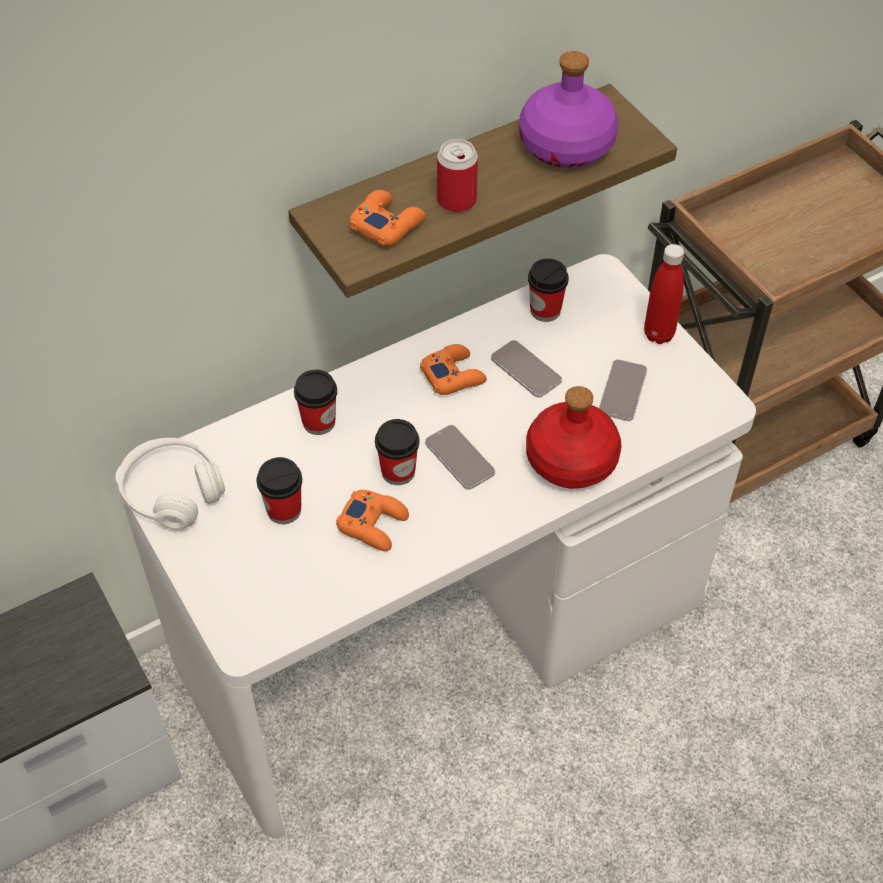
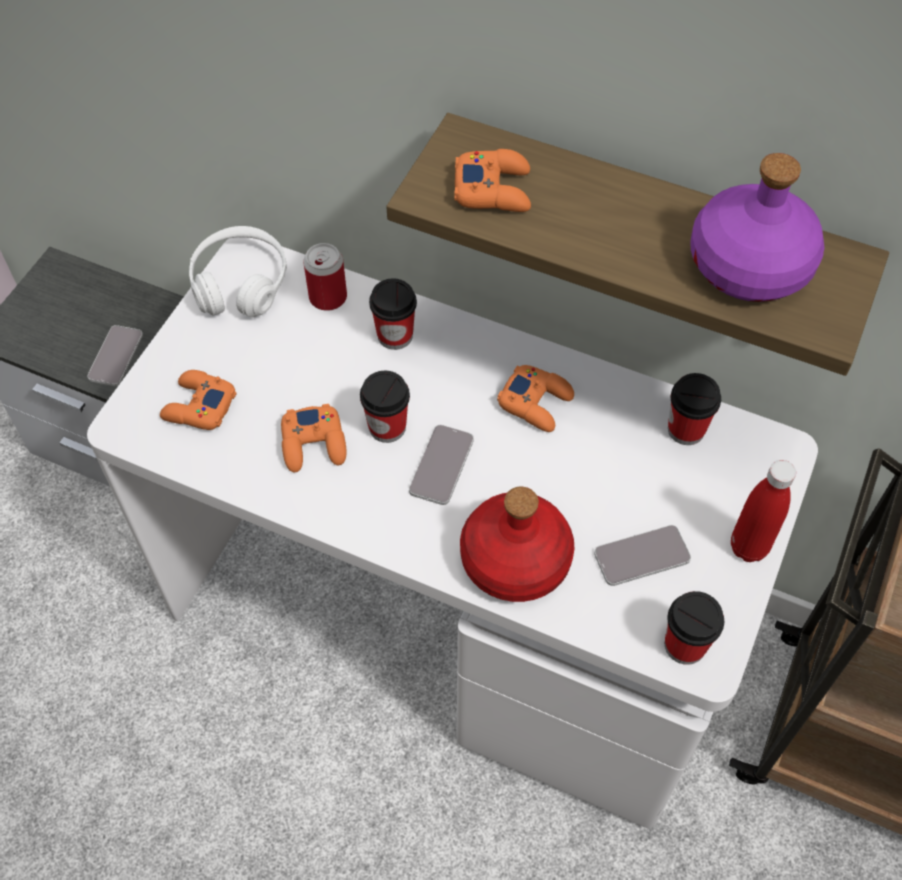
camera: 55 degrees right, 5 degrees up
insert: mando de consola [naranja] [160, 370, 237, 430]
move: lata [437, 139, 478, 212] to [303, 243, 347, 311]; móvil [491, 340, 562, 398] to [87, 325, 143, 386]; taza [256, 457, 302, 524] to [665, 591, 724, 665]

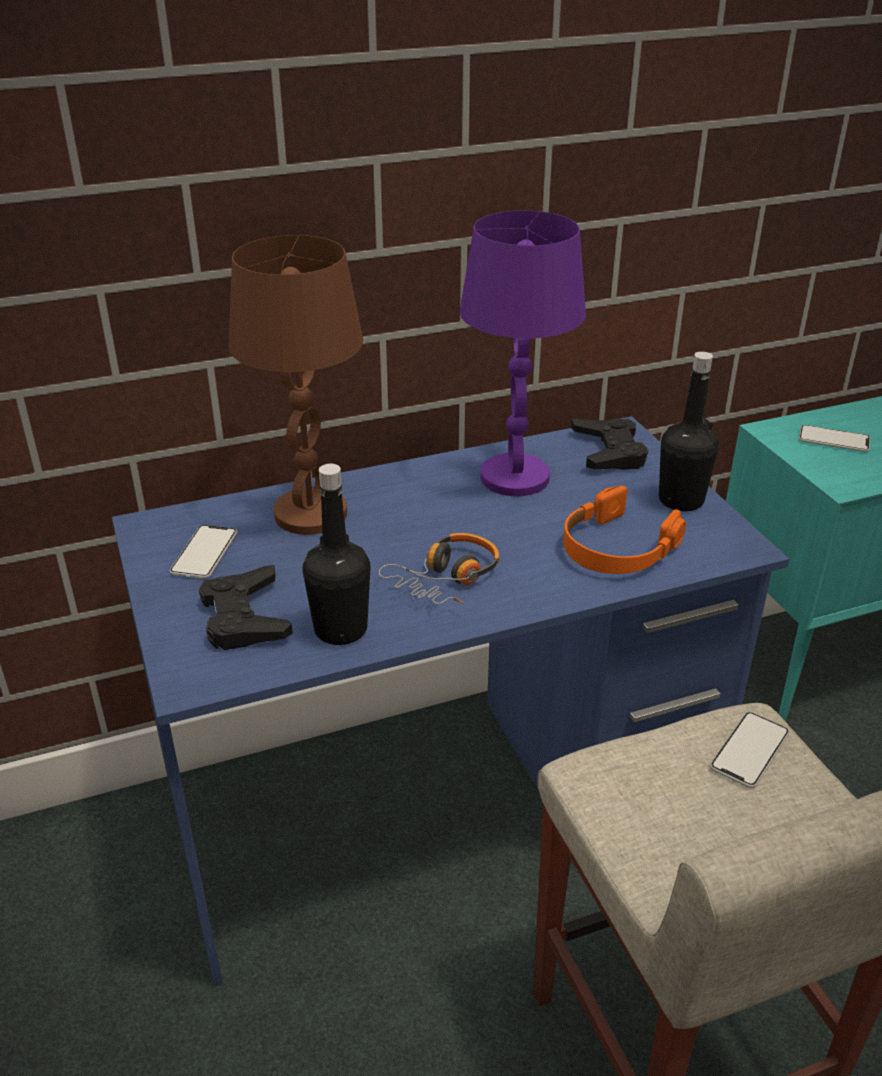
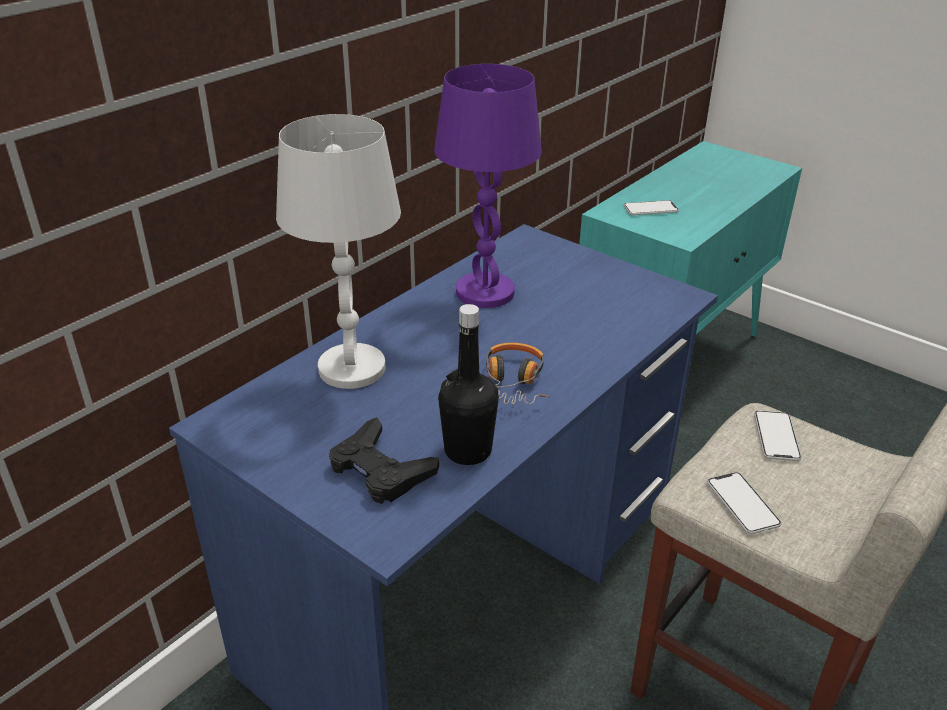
camera: 30 degrees left, 0 degrees up
delete: botella [negro] [659, 352, 719, 512]; mando de consola [negro] [571, 419, 648, 470]; auriculares [naranja] [563, 486, 686, 574]
move: móvil [170, 525, 237, 579] to [707, 472, 782, 534]
recolor: lámpara de mesa [marrón] [229, 235, 363, 535] to lámpara de mesa [blanco] [276, 114, 401, 389]

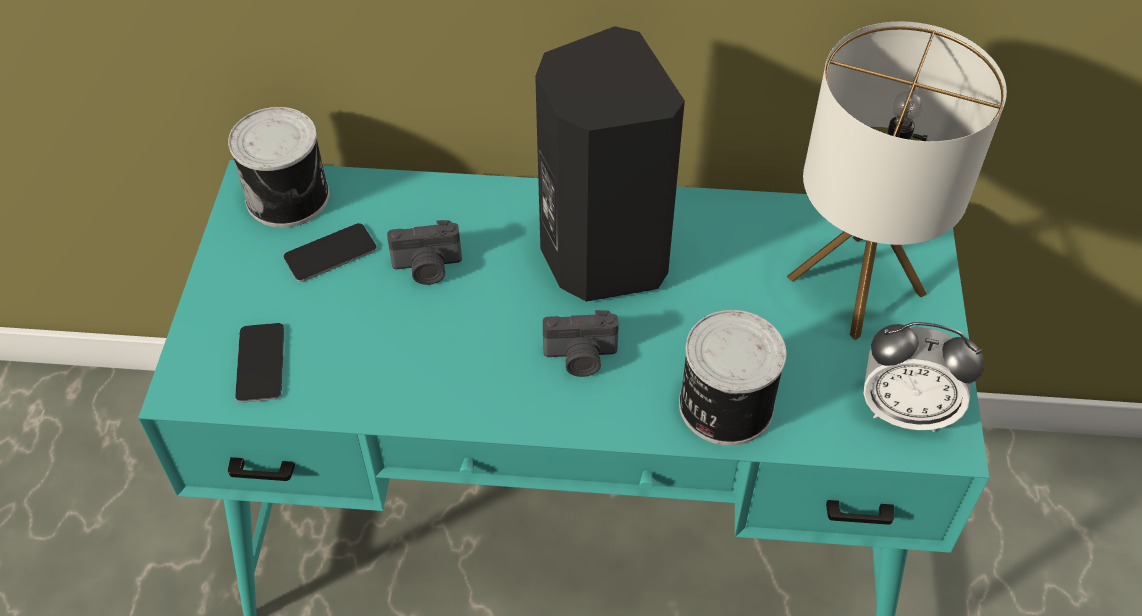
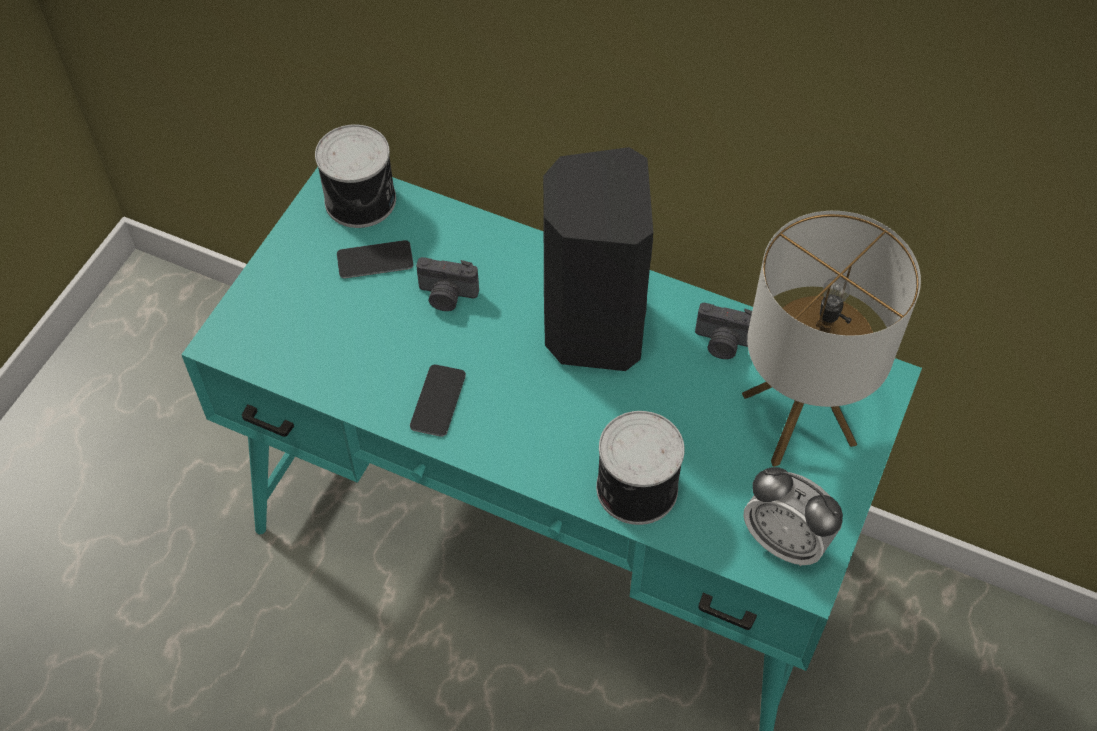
camera: 20 degrees right, 5 degrees up
move: cámara [543, 310, 619, 377] to [695, 303, 752, 359]; móvil [235, 323, 284, 403] to [410, 364, 466, 437]

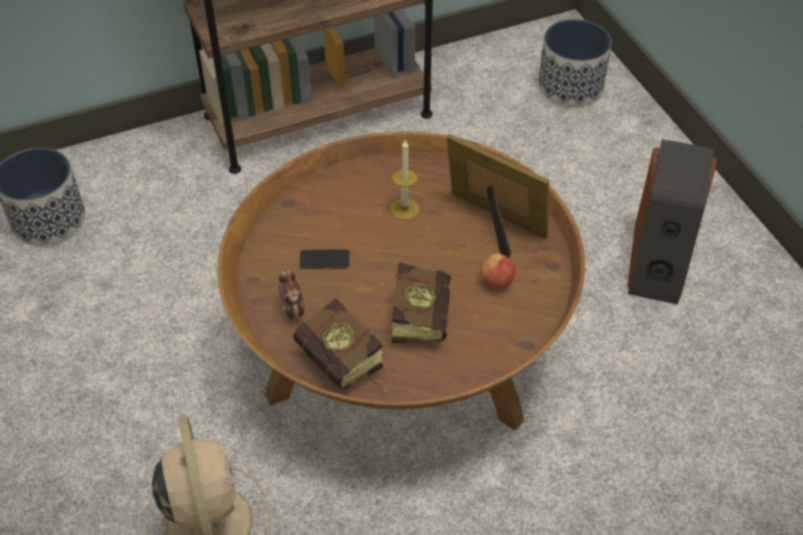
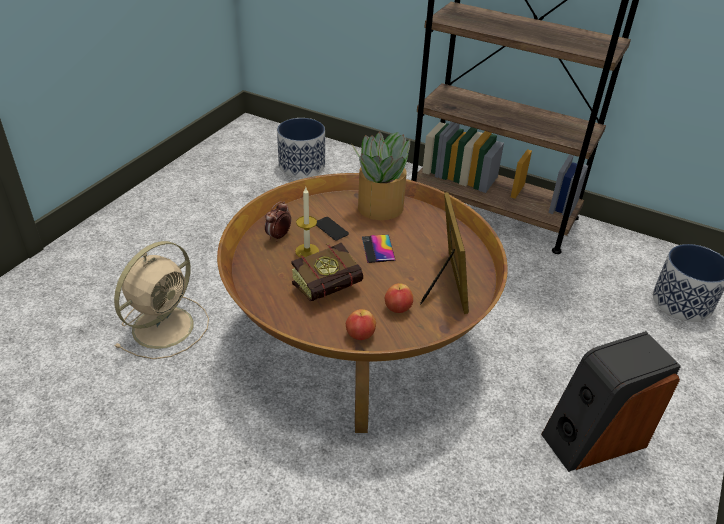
camera: 50 degrees right, 10 degrees down
delete: libro [293, 298, 387, 392]
insert: planta en maceta [351, 132, 410, 220]; móvil [362, 235, 395, 263]; manzana [346, 309, 376, 340]
move: vela [391, 140, 419, 220] to [295, 187, 319, 258]

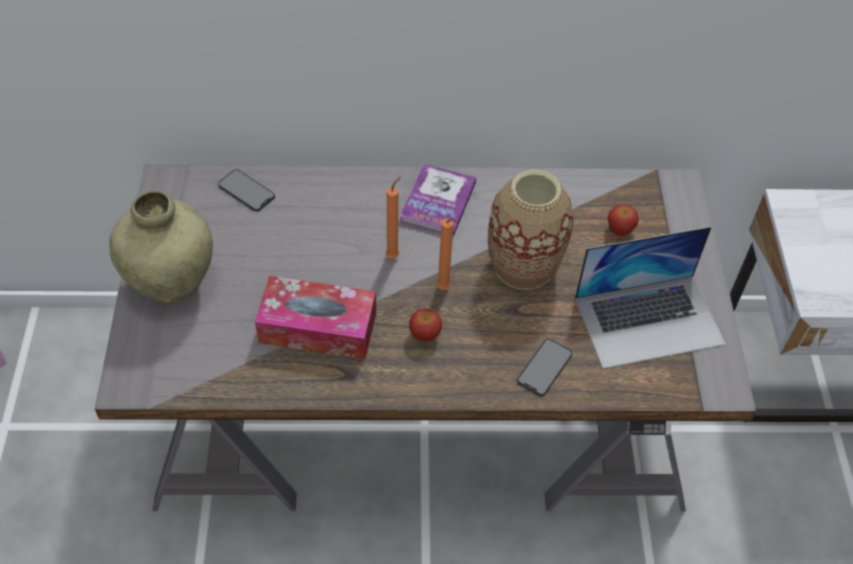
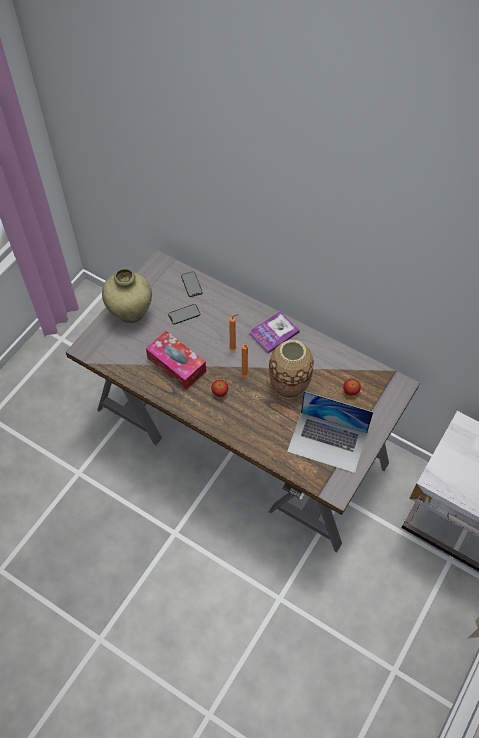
camera: 35 degrees right, 5 degrees up
move: móvil [517, 339, 572, 396] to [168, 304, 200, 325]

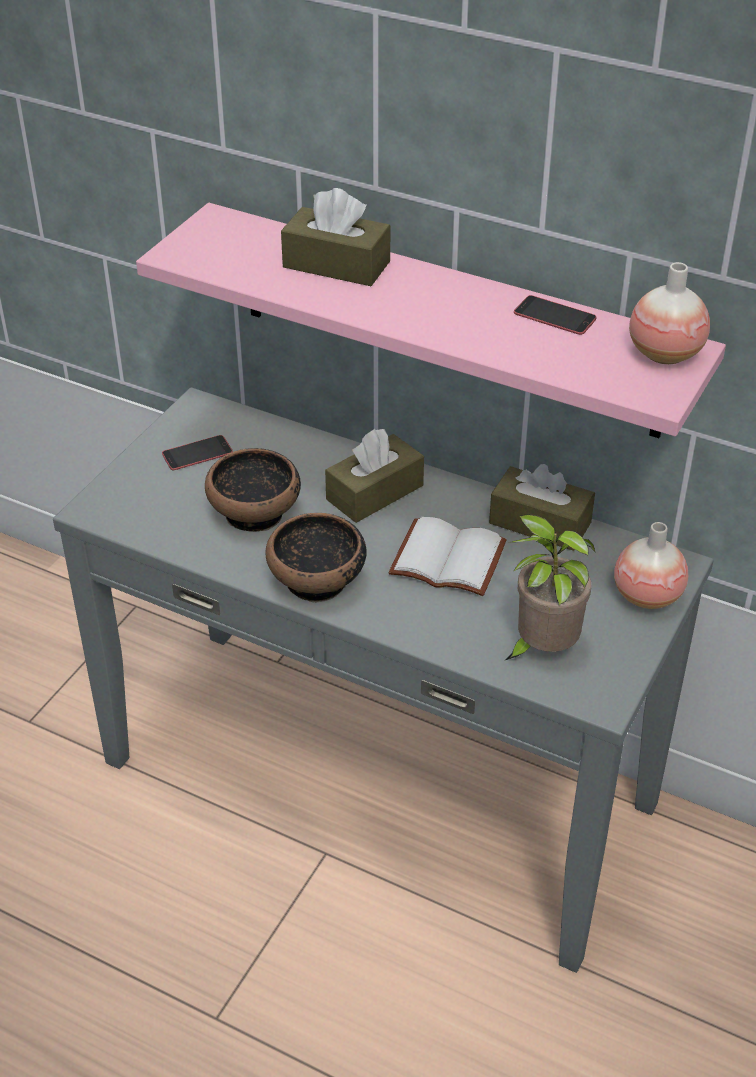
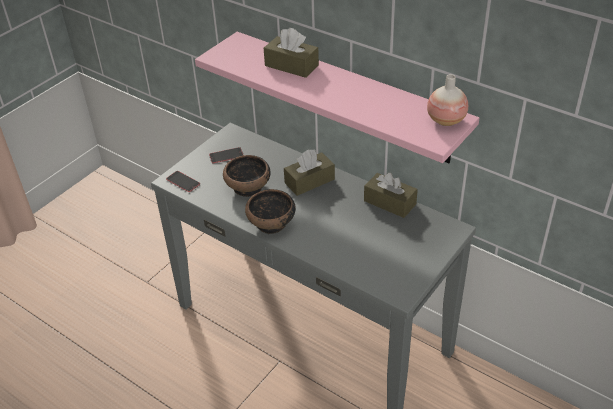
camera: 10 degrees right, 0 degrees up
delete: planta en maceta [506, 514, 595, 660]; libro [blanco] [388, 517, 507, 596]; florero [614, 522, 688, 609]
move: móvil [514, 295, 597, 335] to [166, 171, 200, 192]

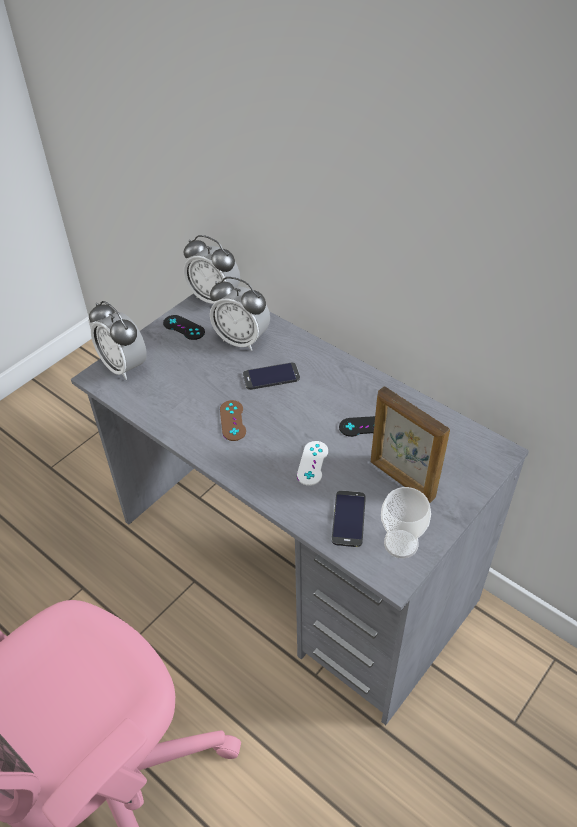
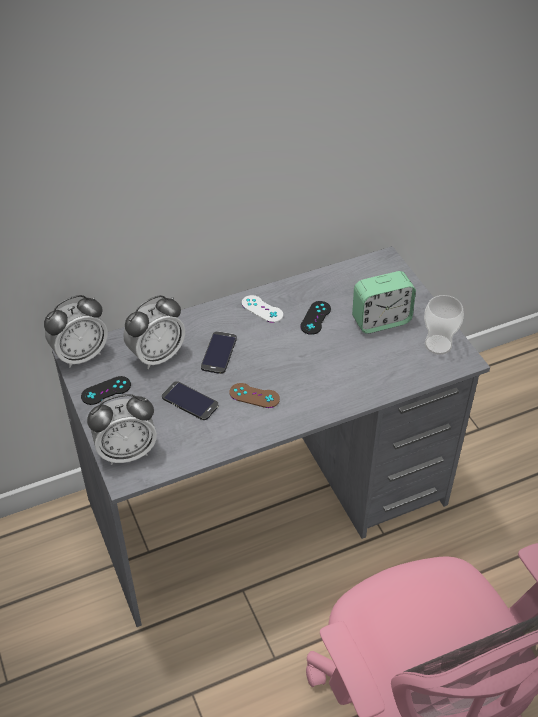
camera: 65 degrees left, 0 degrees up
move: mando de consola [blanco] [297, 441, 328, 486] to [242, 295, 283, 323]; móvil [332, 491, 366, 547] to [162, 381, 219, 420]
replace: portarretratos [371, 386, 450, 503] to despertador [352, 271, 416, 334]

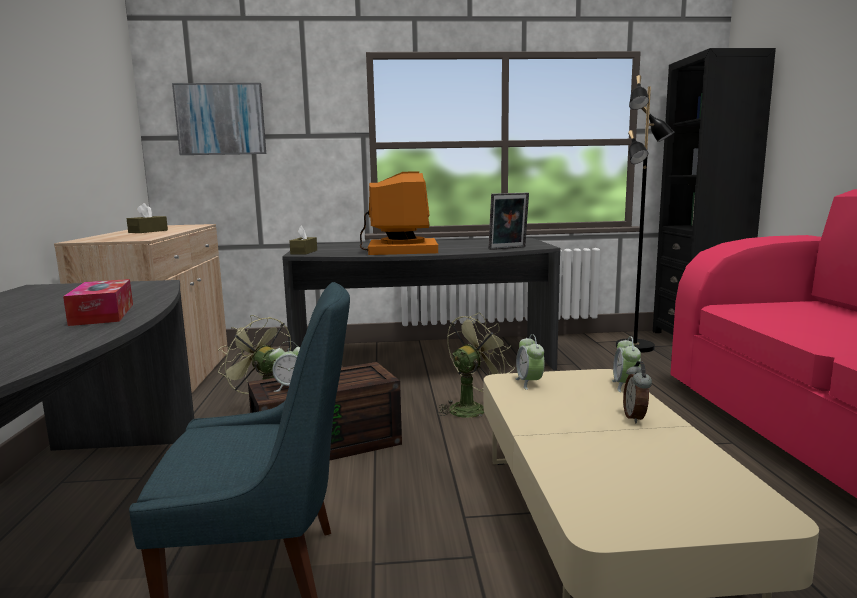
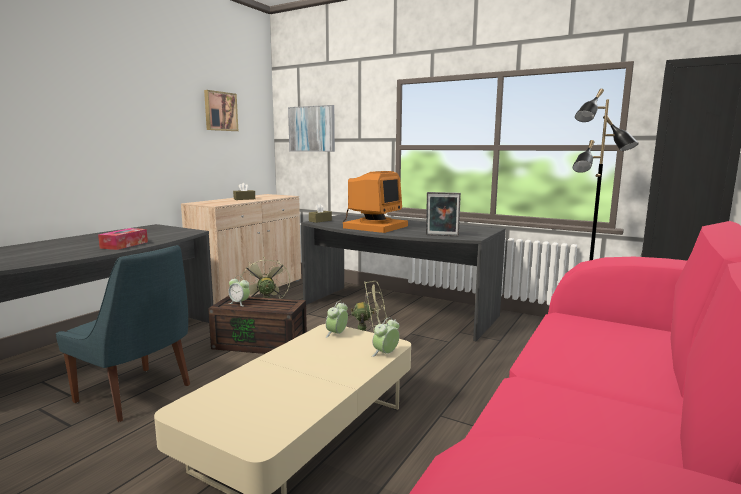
camera: 35 degrees right, 0 degrees up
delete: despertador [623, 361, 652, 423]
insert: cuadro [204, 90, 238, 131]

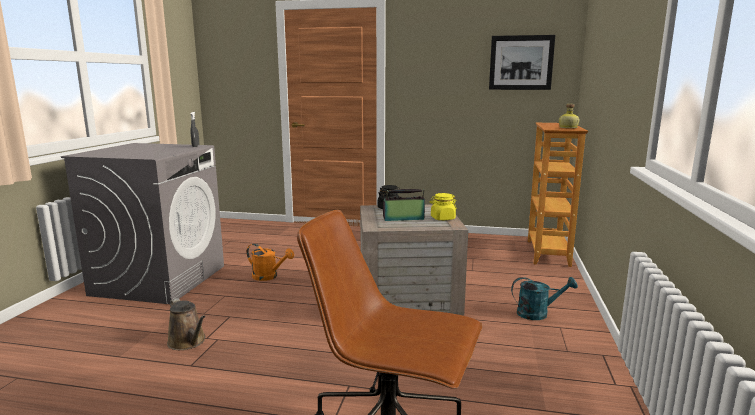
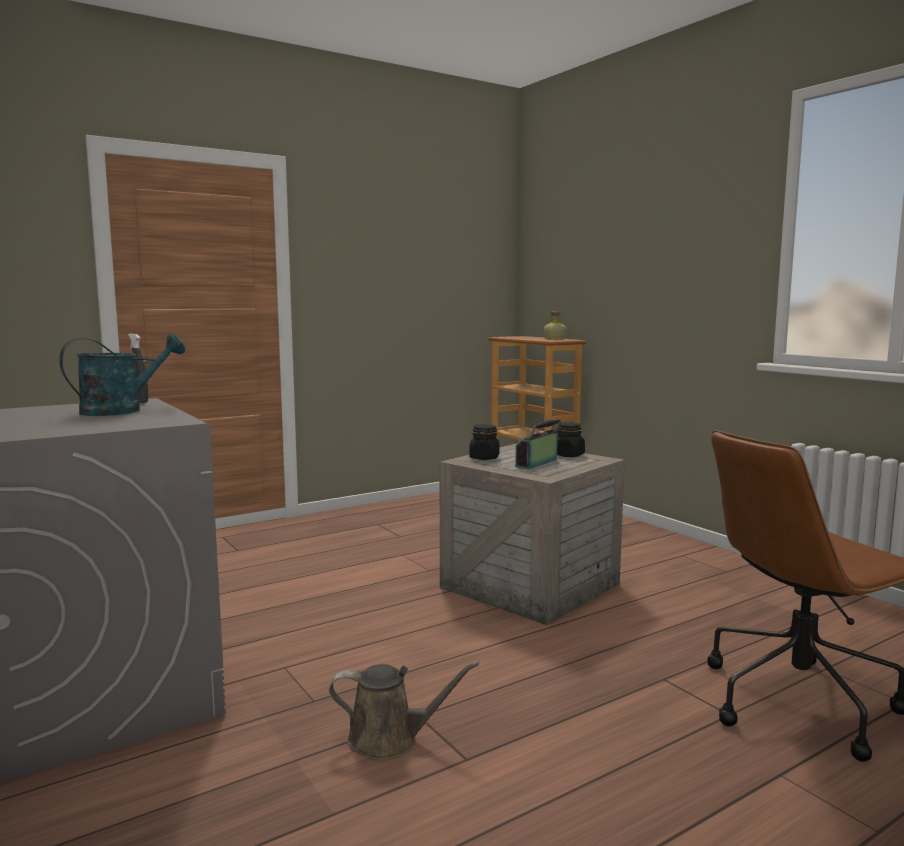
camera: 45 degrees left, 5 degrees down
delete: cuadro [489, 35, 555, 90]; regadera [naranja] [247, 244, 294, 281]
move: regadera [turquesa] [511, 277, 578, 320] to [60, 334, 185, 416]
recolor: tarro [amarillo] [430, 193, 457, 220] to tarro [negro] [557, 422, 585, 457]

